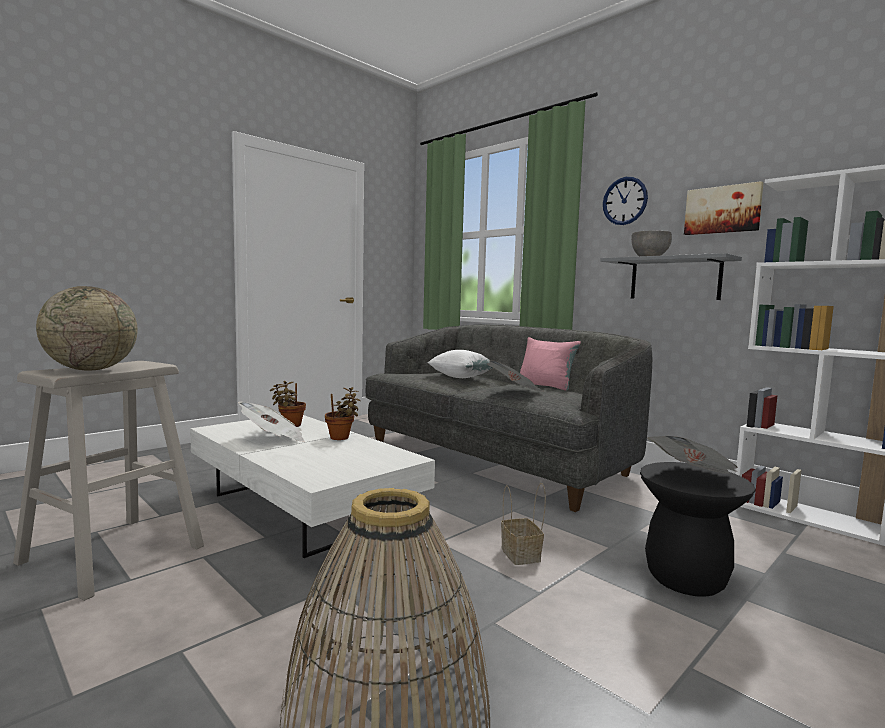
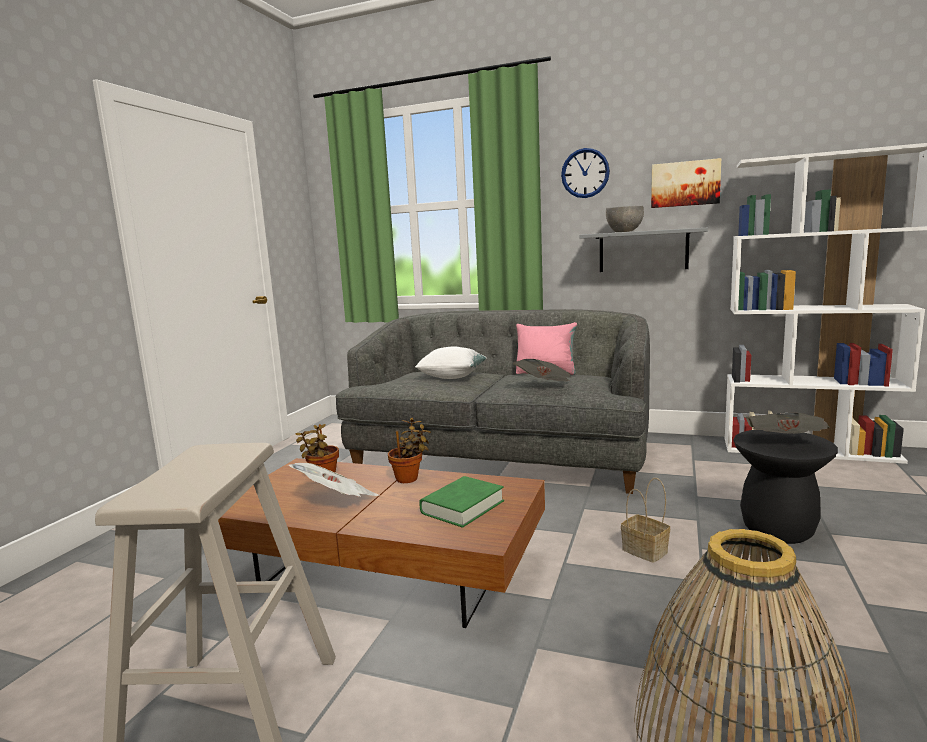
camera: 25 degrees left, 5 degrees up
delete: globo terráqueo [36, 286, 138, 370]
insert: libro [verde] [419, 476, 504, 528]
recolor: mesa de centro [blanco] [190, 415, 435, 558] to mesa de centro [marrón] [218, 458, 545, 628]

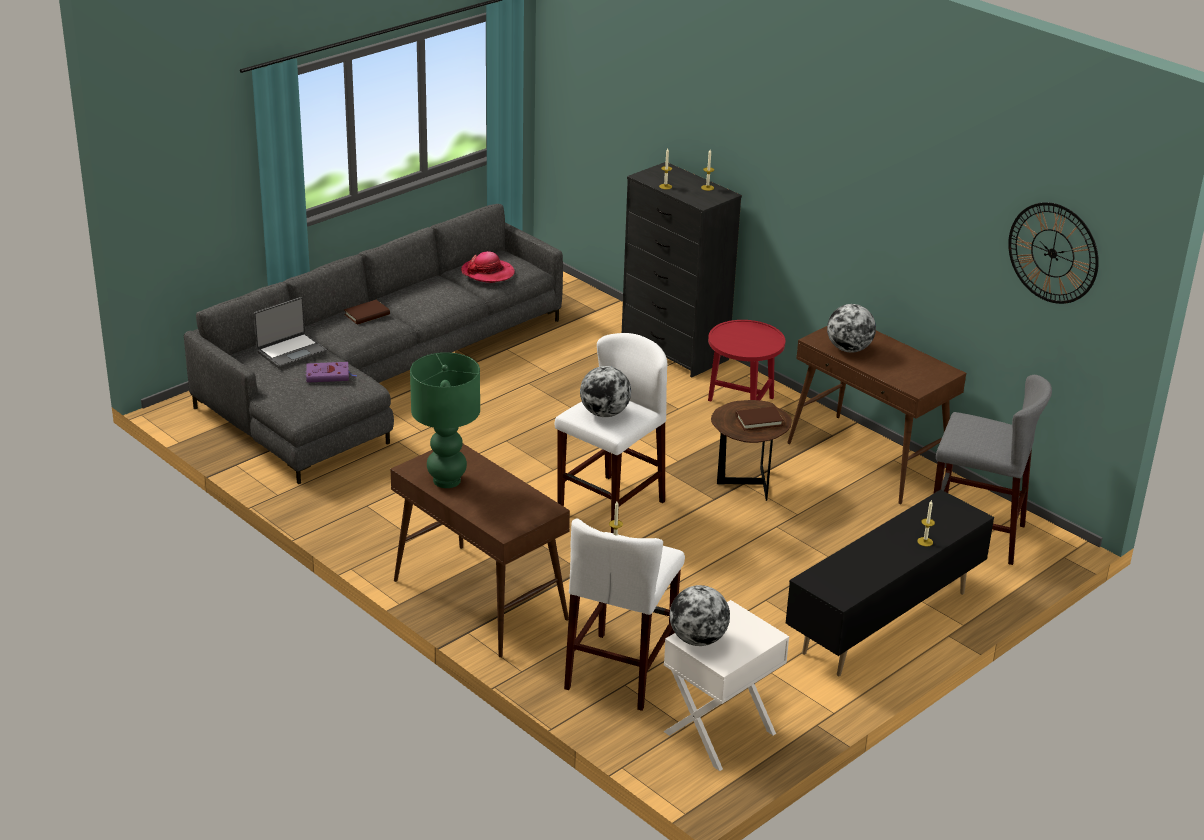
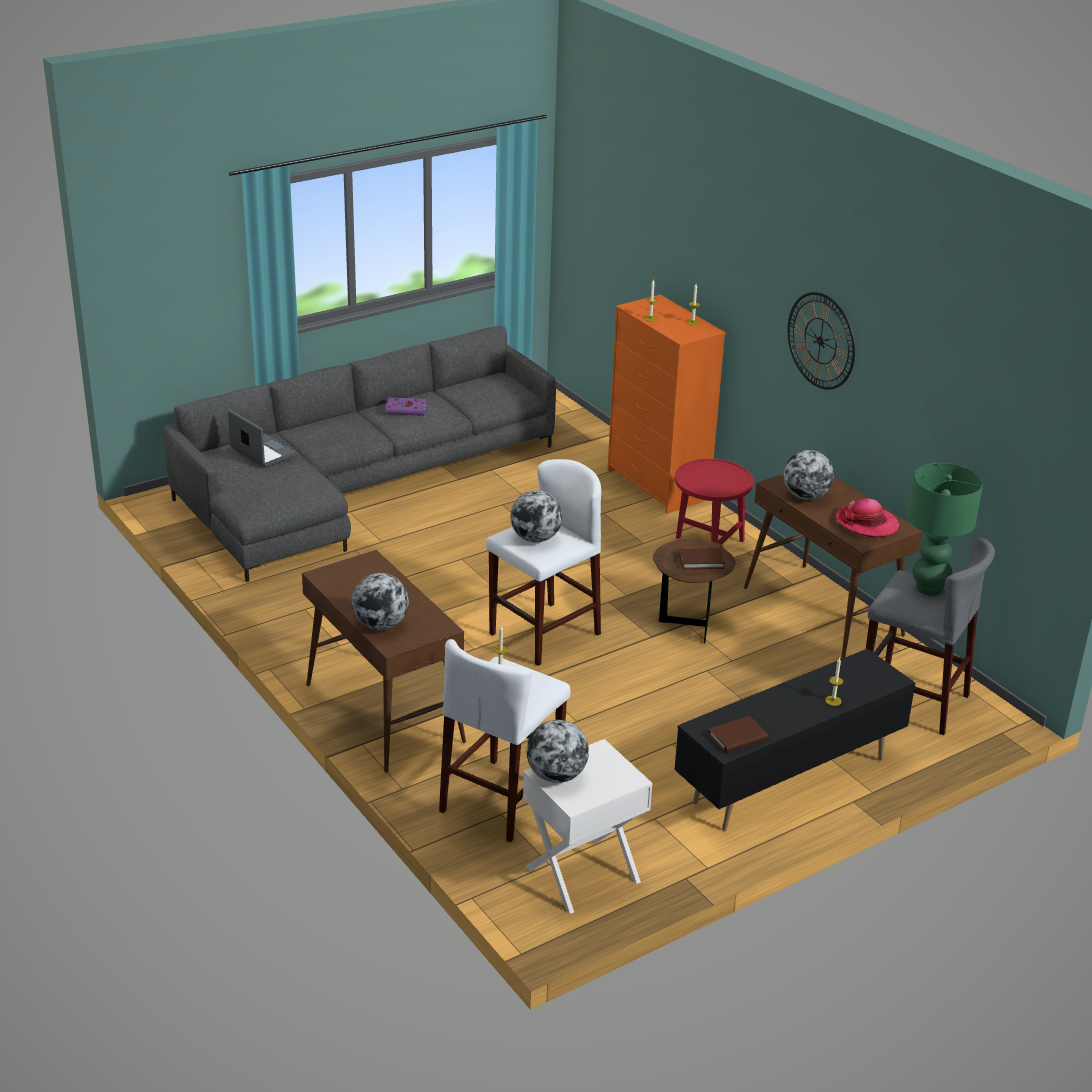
camera: 10 degrees right, 0 degrees up
insert: globo terráqueo [352, 573, 409, 630]
move: reloj de pared [1008, 202, 1099, 304] to [788, 292, 855, 390]; sombrero [461, 251, 515, 283] to [836, 498, 899, 538]; libro [marrón] [344, 300, 390, 325] to [708, 716, 768, 753]; lámpara de mesa [verde] [410, 352, 480, 488] to [908, 463, 983, 596]; libro [morado] [306, 362, 356, 383] to [385, 397, 433, 416]
recolor: cómoda [negro] [622, 162, 742, 377] to cómoda [naranja] [607, 295, 726, 514]
rotate: portátil [253, 297, 327, 369] = [228, 410, 297, 468] 105 degrees counterclockwise

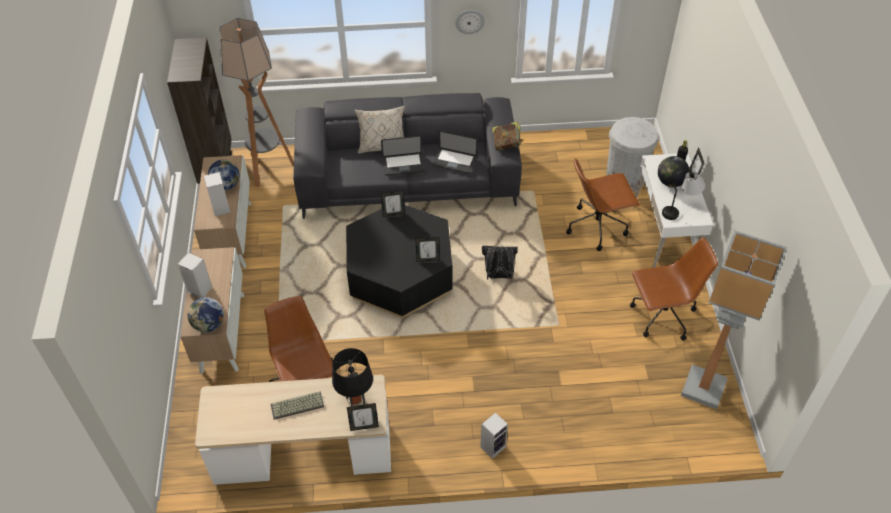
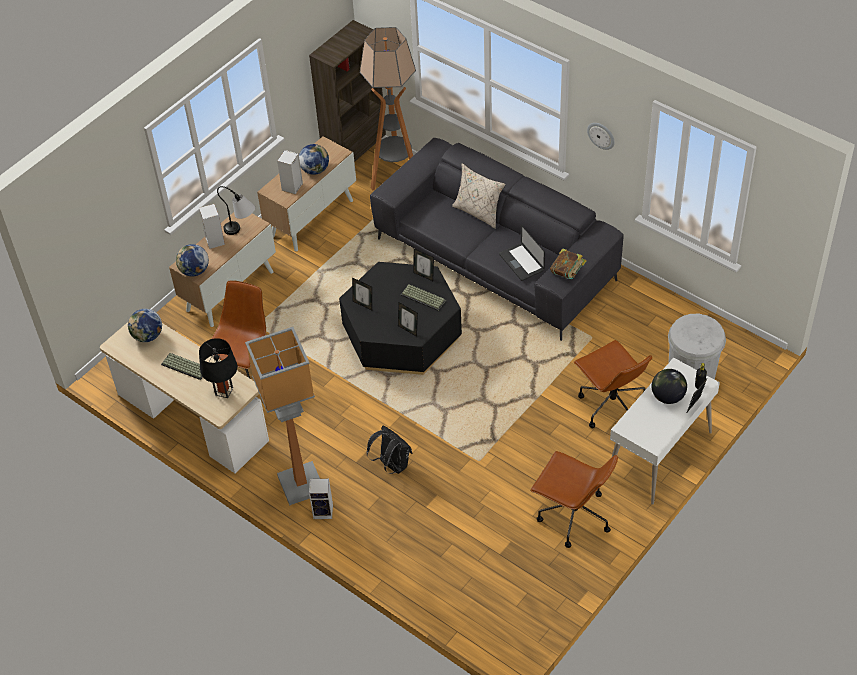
camera: 45 degrees right, 0 degrees up
delete: portátil [381, 136, 425, 176]
insert: teclado [401, 284, 446, 311]; globo terráqueo [128, 309, 162, 342]
move: lámpara de mesa [662, 170, 705, 220] to [217, 186, 255, 235]; lámpara de pie [681, 230, 787, 409] to [245, 327, 320, 506]; mochila [negro] [482, 245, 518, 279] to [367, 425, 412, 474]; portarretratos [347, 403, 379, 431] to [352, 277, 372, 310]
rotate: silla de oficina [marrón] [566, 159, 640, 251] = [574, 340, 652, 428] 150 degrees counterclockwise

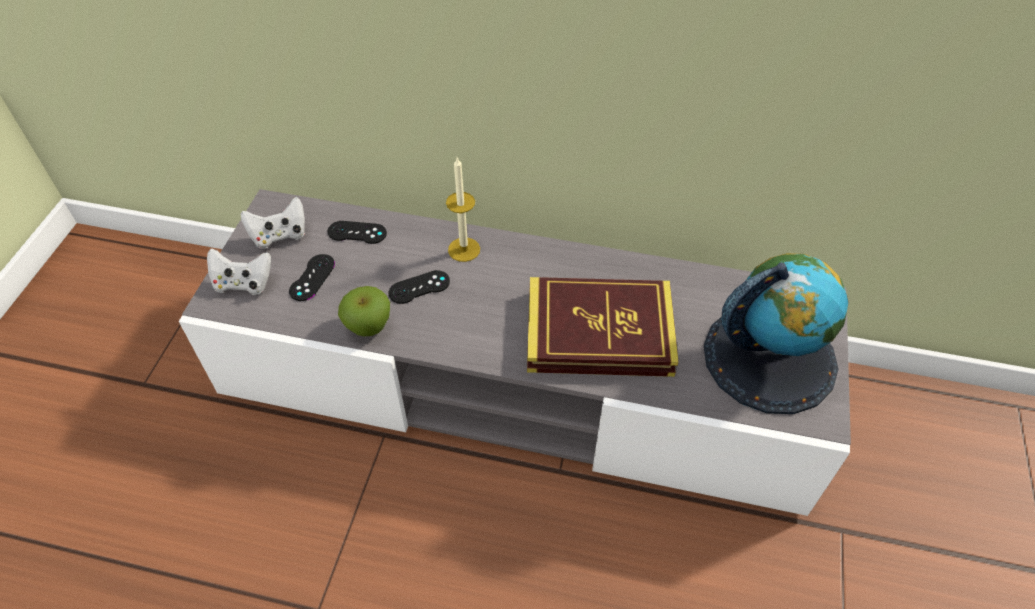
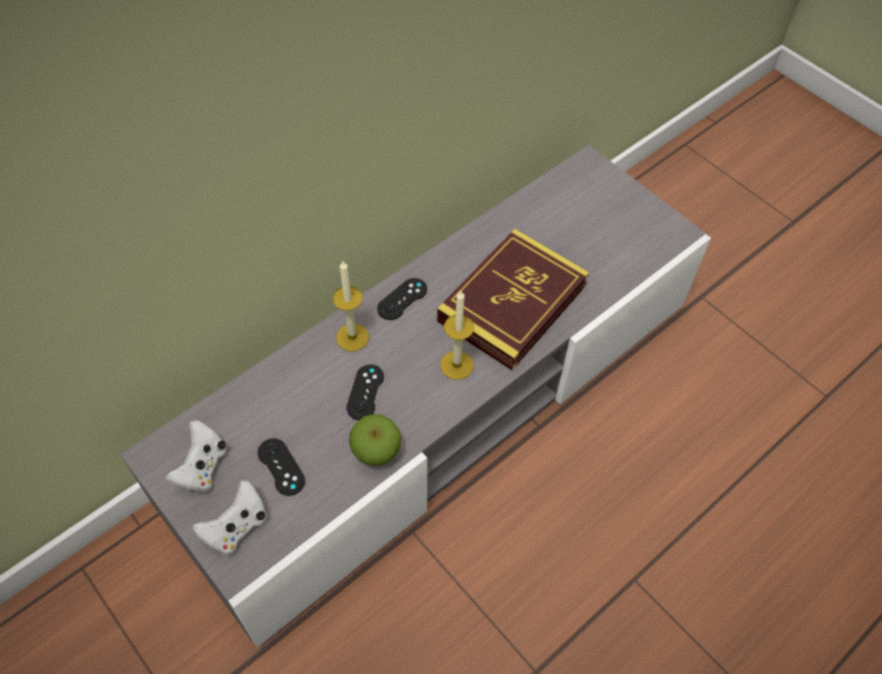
camera: 55 degrees left, 5 degrees up
delete: globo terráqueo [704, 253, 848, 414]
insert: vela [440, 291, 474, 380]
move: mando de consola [negro] [327, 221, 387, 244] to [377, 278, 427, 320]

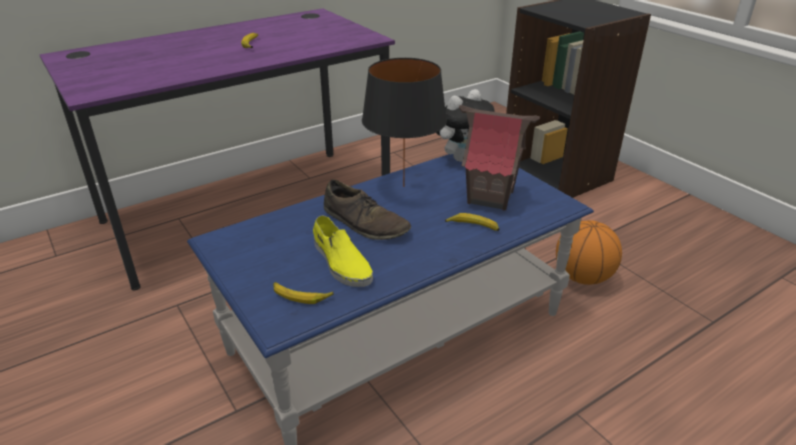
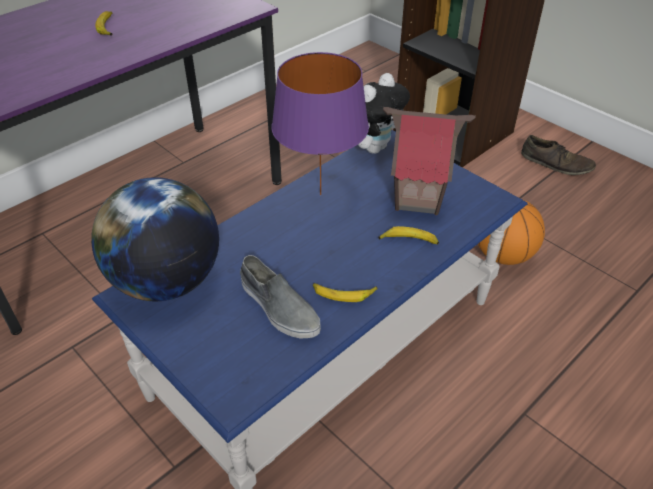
camera: 10 degrees left, 10 degrees up
insert: globo terráqueo [91, 177, 219, 301]
move: zapato [marrón] [324, 180, 411, 240] to [521, 135, 596, 175]; plátano [273, 282, 334, 304] to [313, 283, 378, 302]
recolor: lámpara de mesa [negro] [362, 58, 447, 187] to lámpara de mesa [morado] [272, 52, 369, 195]; zapato [amarillo] [313, 215, 373, 287] to zapato [gris] [240, 255, 321, 338]

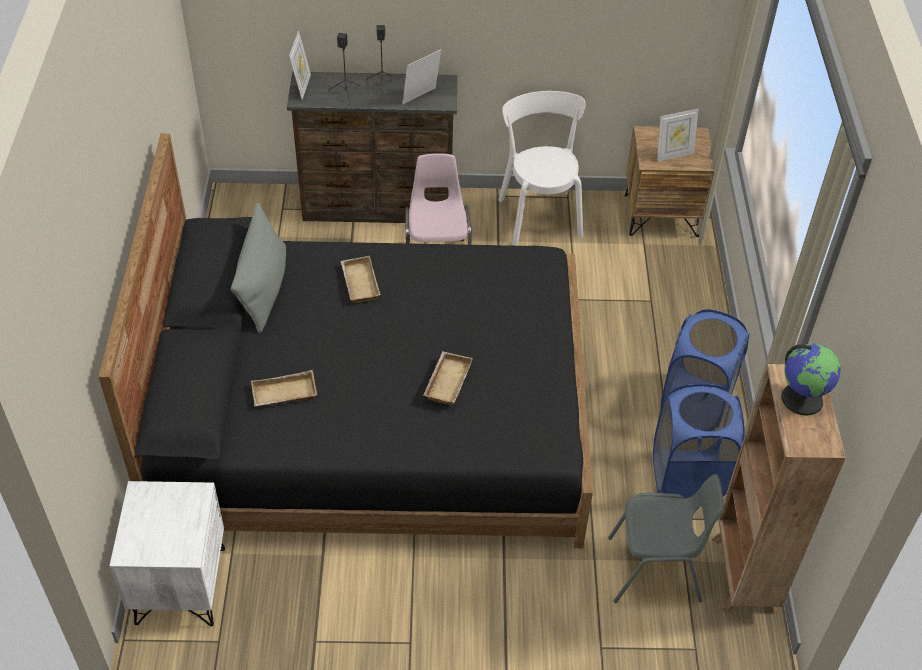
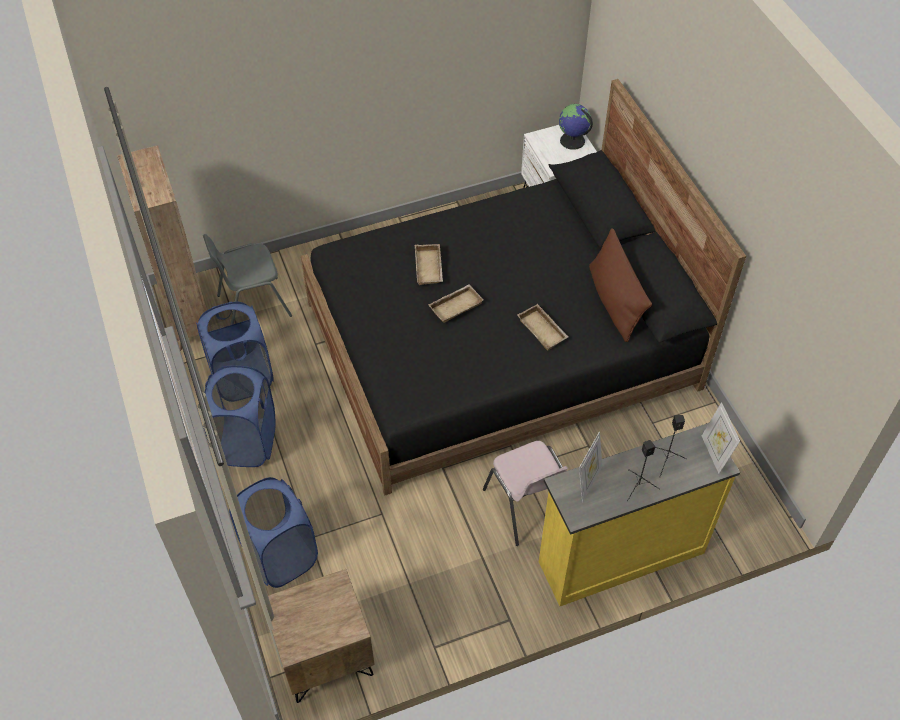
camera: 160 degrees right, 5 degrees up
delete: silla [blanco] [499, 91, 586, 246]; portarretratos [657, 109, 699, 162]
insert: cesto de la ropa [azul] [229, 477, 318, 588]
move: globo terráqueo [781, 343, 841, 416] to [559, 104, 593, 150]; bandeja [beis] [251, 370, 317, 406] to [428, 284, 484, 323]
recolor: cómoda [marrón] [287, 71, 457, 223] to cómoda [amarillo] [539, 423, 740, 606]; cojín [gris] [231, 203, 286, 333] to cojín [marrón] [589, 228, 652, 342]

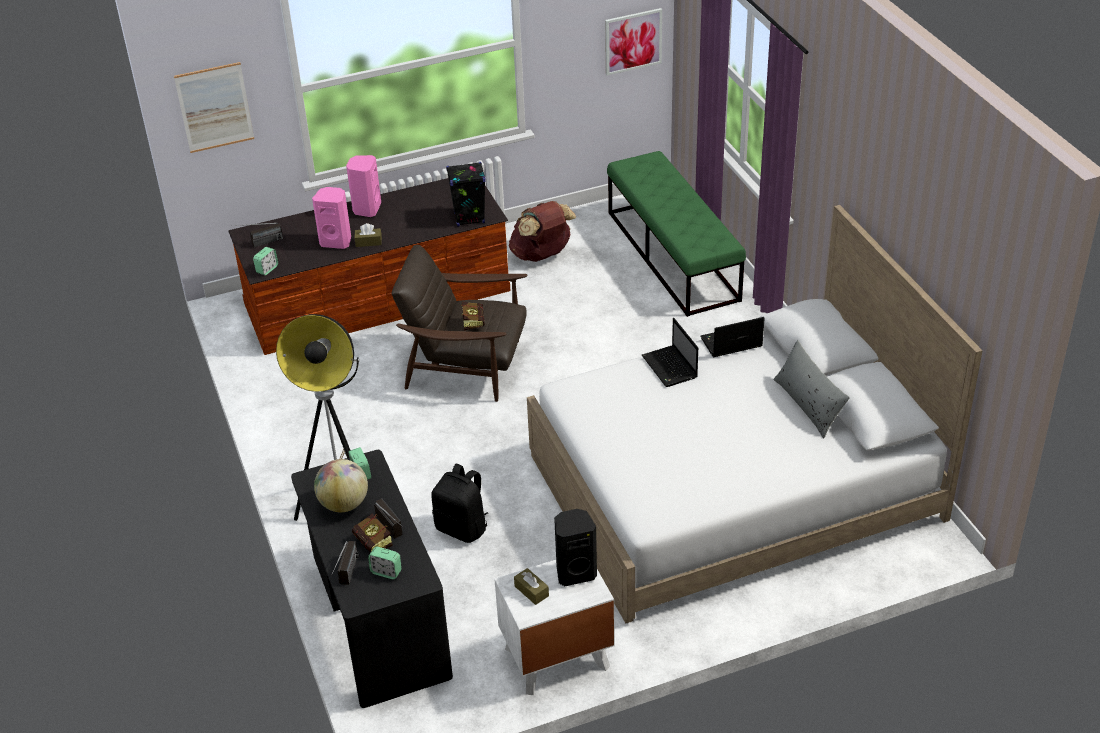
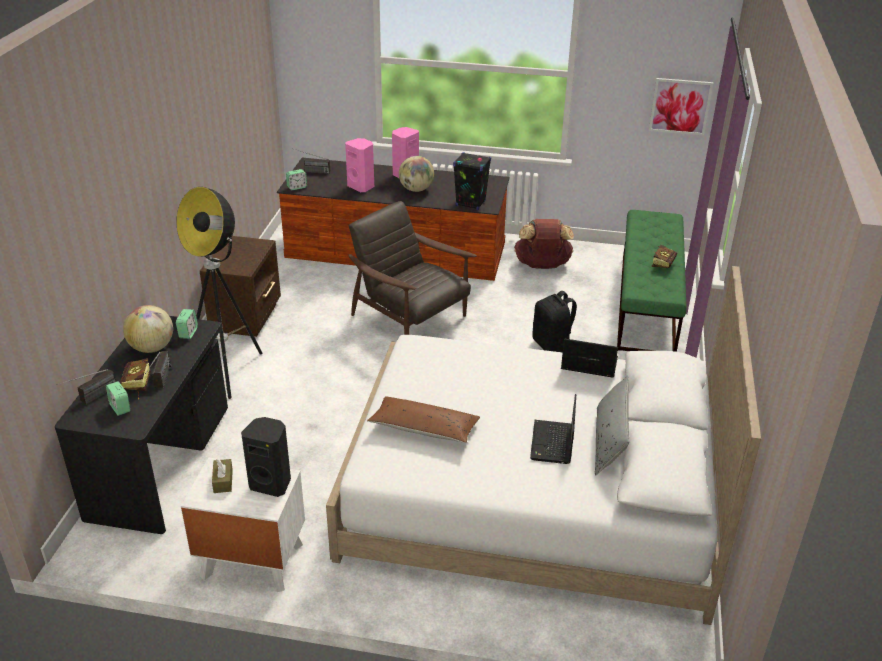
camera: 30 degrees right, 5 degrees down
delete: cuadro [174, 62, 254, 153]; caja de pañuelos [marrón] [355, 223, 382, 247]
insert: globo terráqueo [399, 156, 434, 192]; mesita de noche [marrón] [200, 236, 281, 337]; cojín [marrón] [367, 396, 480, 443]
move: libro [462, 302, 485, 331] to [652, 245, 677, 268]; portátil [642, 318, 698, 387] to [530, 394, 576, 464]; mochila [negro] [431, 464, 488, 543] to [533, 291, 577, 352]

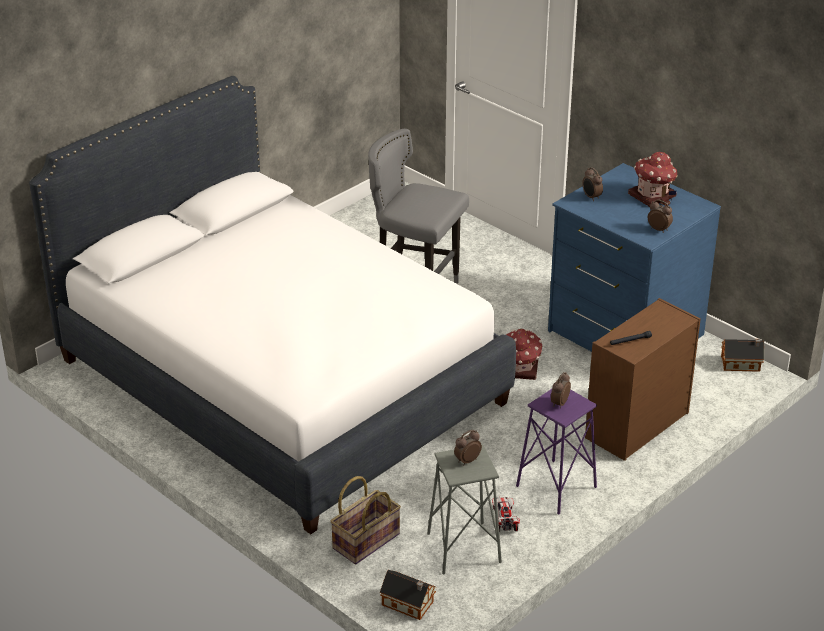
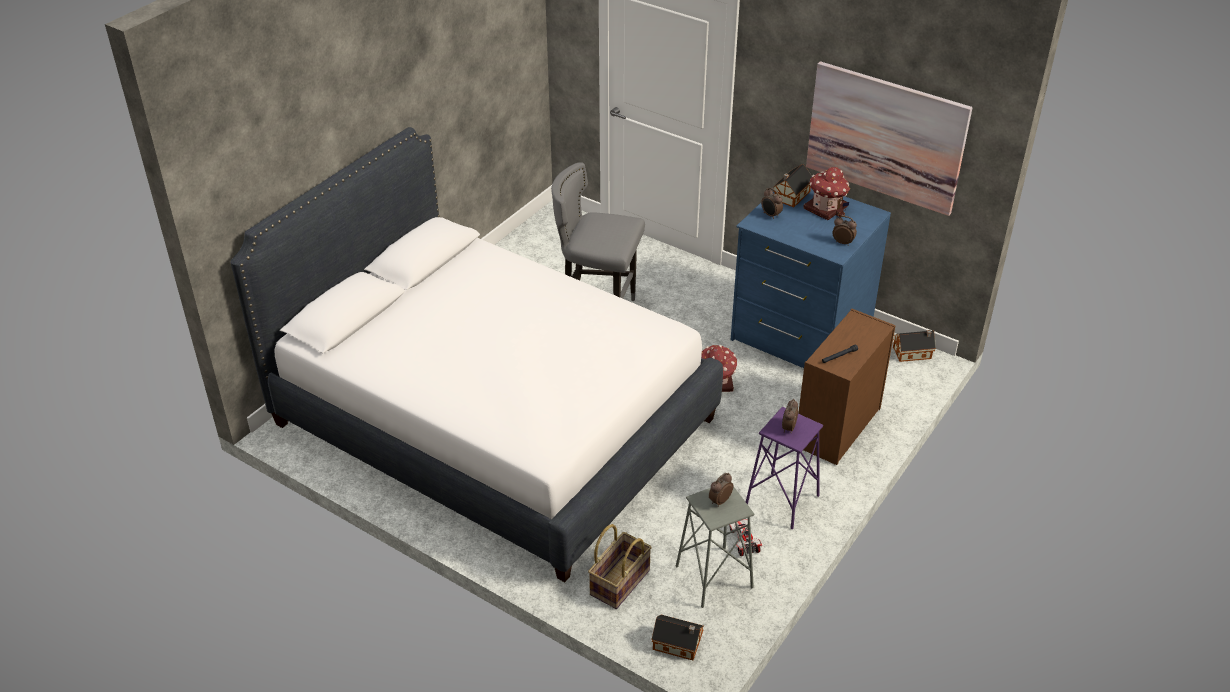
camera: 10 degrees left, 5 degrees up
insert: cuadro [806, 61, 973, 216]; casita [773, 164, 812, 207]

